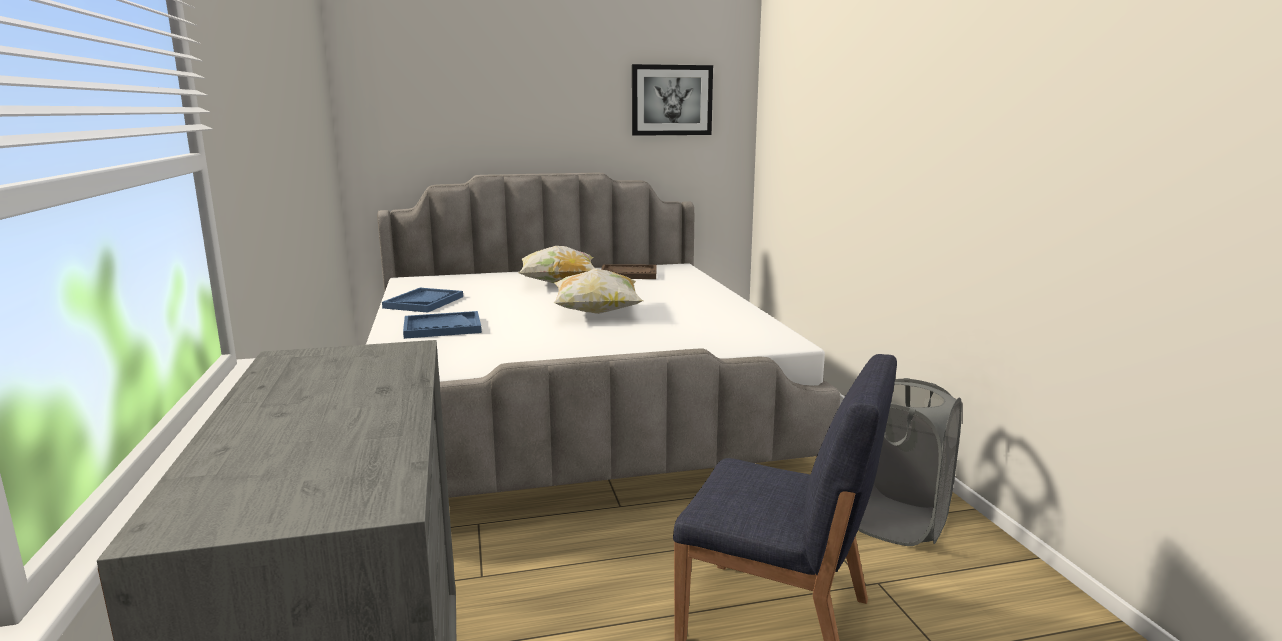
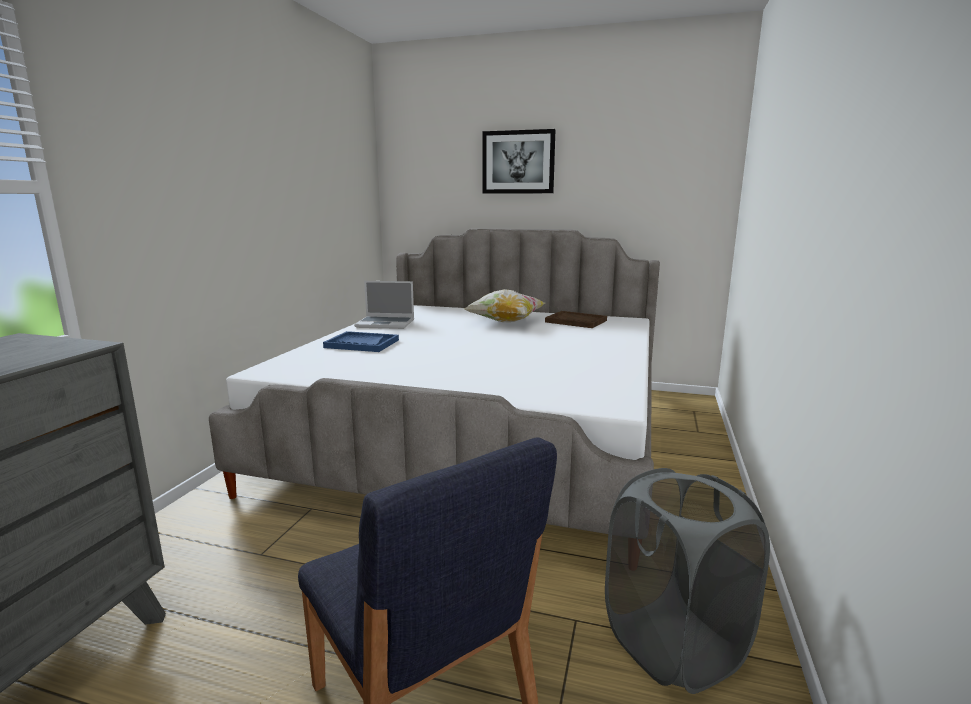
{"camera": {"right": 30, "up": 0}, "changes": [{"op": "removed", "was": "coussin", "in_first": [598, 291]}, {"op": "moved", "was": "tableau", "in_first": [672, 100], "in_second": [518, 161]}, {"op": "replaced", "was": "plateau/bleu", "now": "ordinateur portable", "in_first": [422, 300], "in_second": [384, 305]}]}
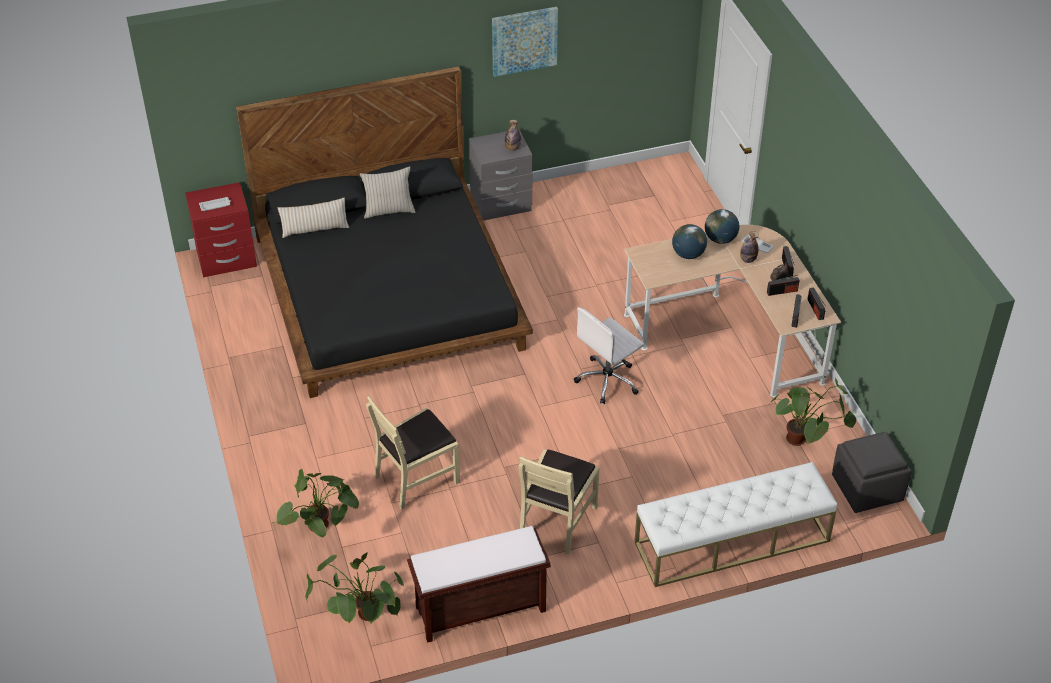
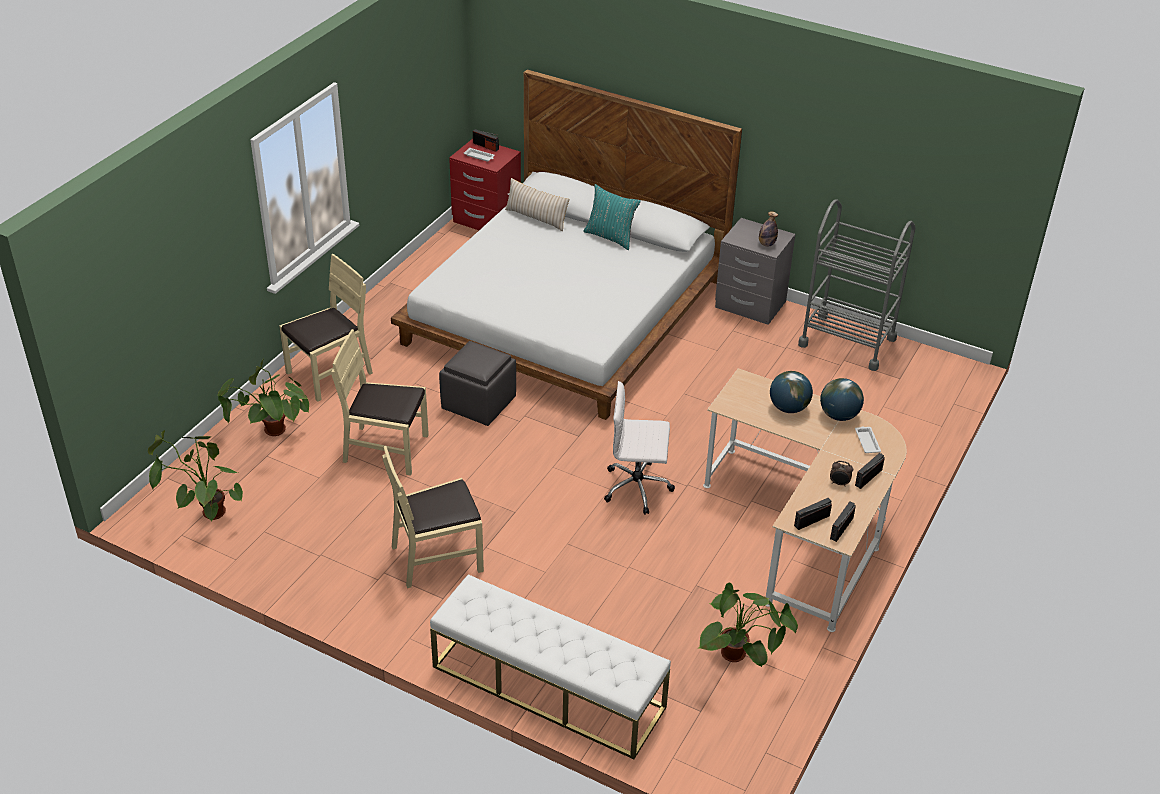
{"camera": {"right": 45, "up": -5}, "changes": [{"op": "removed", "was": "banc/marron", "in_first": [479, 584]}, {"op": "removed", "was": "tableau", "in_first": [525, 42]}, {"op": "removed", "was": "bouteille", "in_first": [749, 247]}, {"op": "added", "now": "chaise/beige", "in_second": [326, 328]}, {"op": "added", "now": "chariot/gris", "in_second": [857, 285]}, {"op": "moved", "was": "radio", "in_first": [783, 285], "in_second": [486, 140]}, {"op": "moved", "was": "pouf/gris", "in_first": [872, 472], "in_second": [477, 383]}, {"op": "recoloured", "was": "lit/noir", "now": "lit/blanc", "in_first": [384, 232], "in_second": [566, 244]}, {"op": "recoloured", "was": "coussin/beige", "now": "coussin/turquoise", "in_first": [387, 192], "in_second": [612, 217]}]}
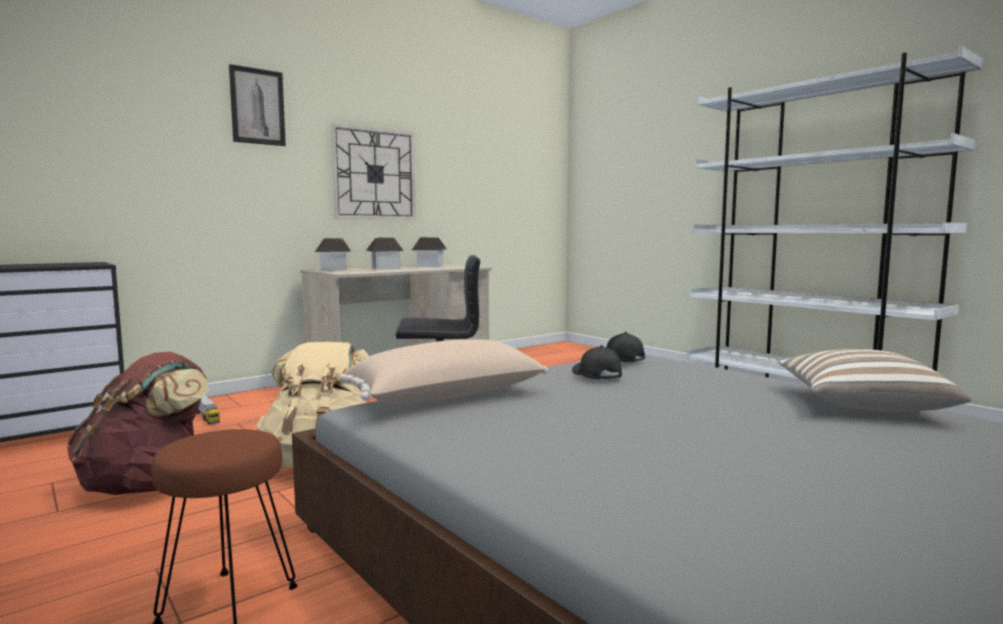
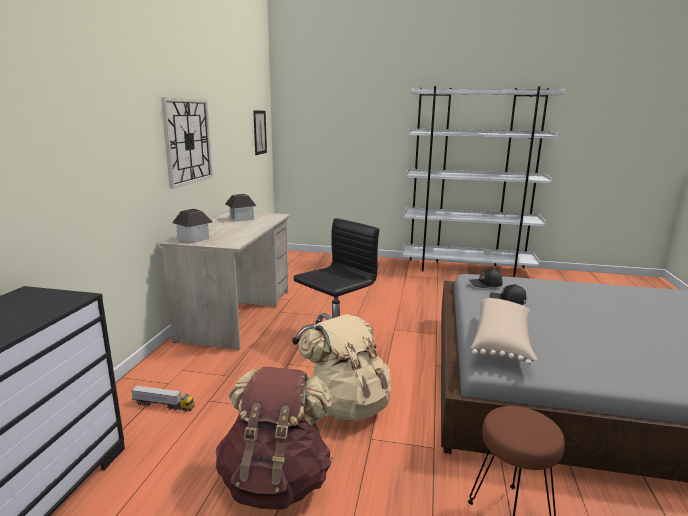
{"camera": {"right": -40, "up": 10}, "changes": [{"op": "removed", "was": "maison miniature", "in_first": [385, 254]}, {"op": "removed", "was": "coussin", "in_first": [875, 380]}, {"op": "moved", "was": "tableau", "in_first": [257, 105], "in_second": [260, 133]}]}
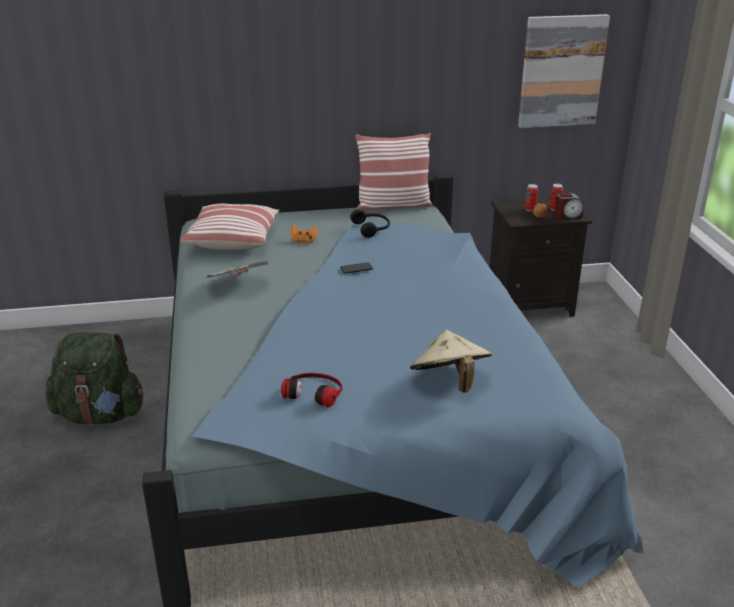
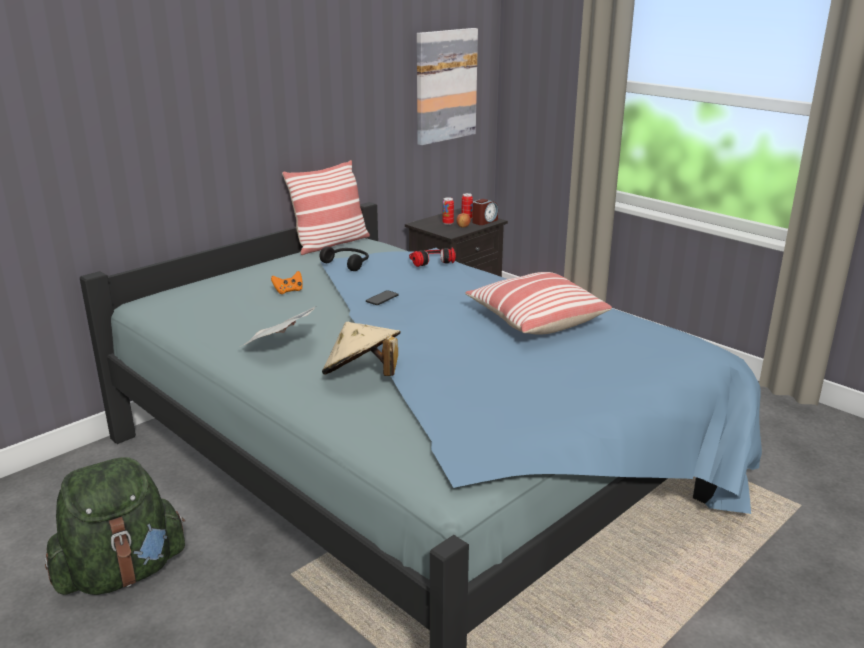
{"camera": {"right": -35, "up": -5}, "changes": [{"op": "moved", "was": "coussin", "in_first": [230, 227], "in_second": [538, 303]}, {"op": "moved", "was": "casque audio", "in_first": [311, 390], "in_second": [432, 257]}, {"op": "moved", "was": "chapeau/beige", "in_first": [451, 361], "in_second": [361, 349]}]}
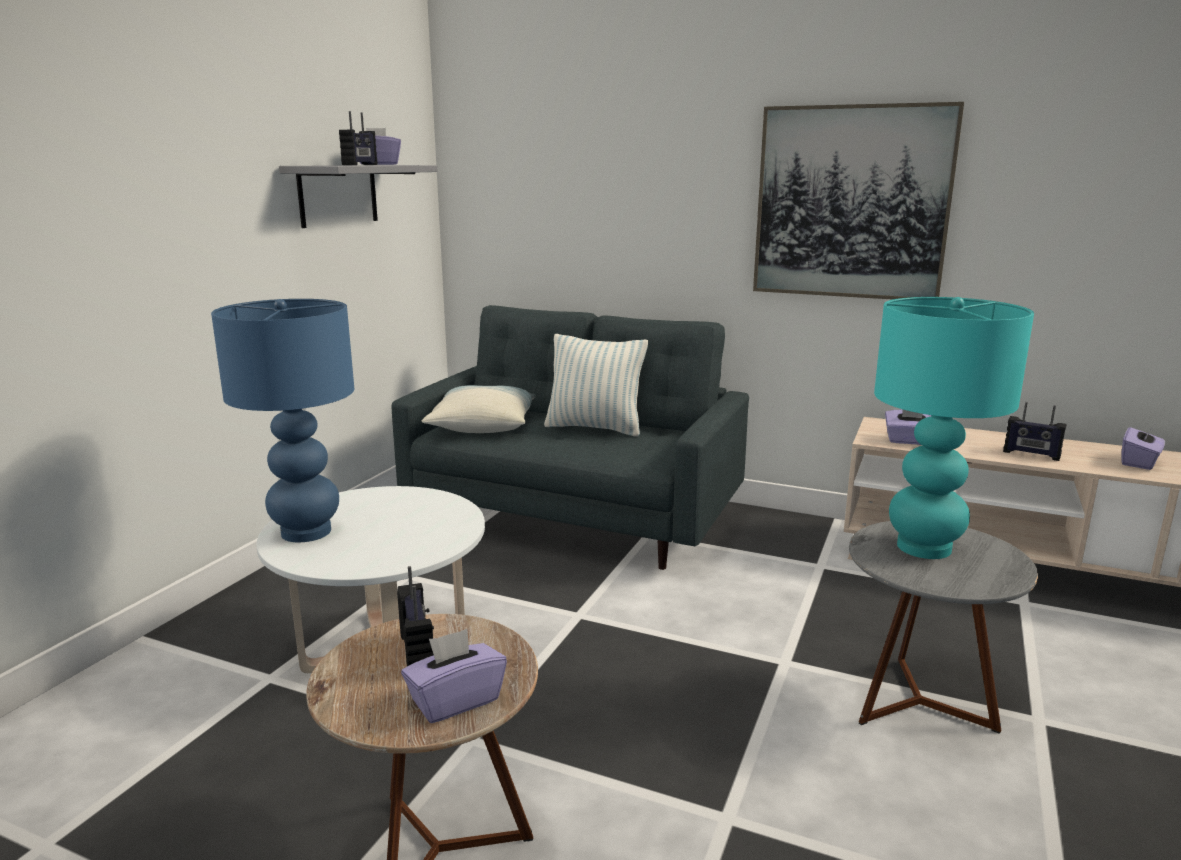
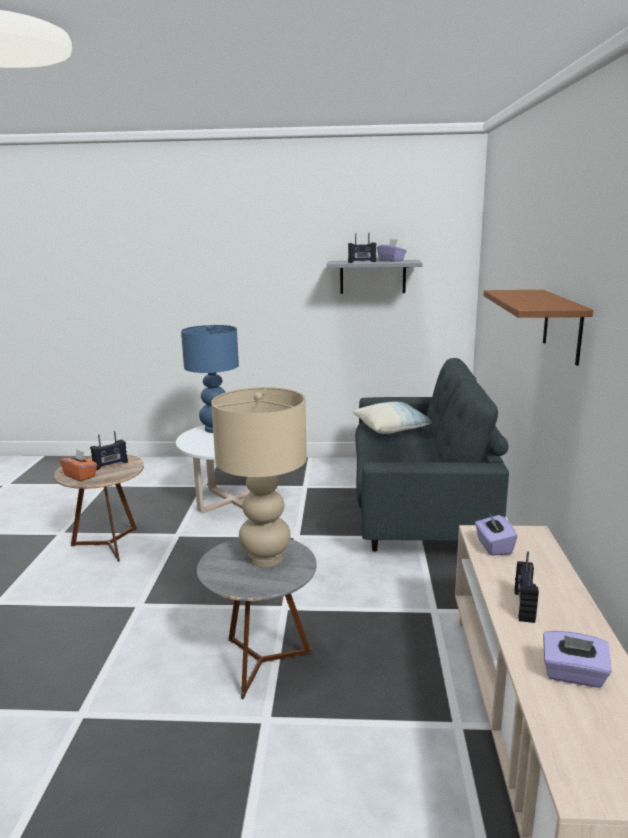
{"camera": {"right": 70, "up": 0}, "changes": [{"op": "removed", "was": "coussin", "in_first": [596, 385]}, {"op": "replaced", "was": "tableau", "now": "étagère/marron", "in_first": [858, 200], "in_second": [538, 328]}, {"op": "recoloured", "was": "boîte à mouchoirs/violet", "now": "boîte à mouchoirs/orange", "in_first": [454, 676], "in_second": [78, 466]}, {"op": "recoloured", "was": "lampe de table/turquoise", "now": "lampe de table/beige", "in_first": [954, 428], "in_second": [259, 477]}]}
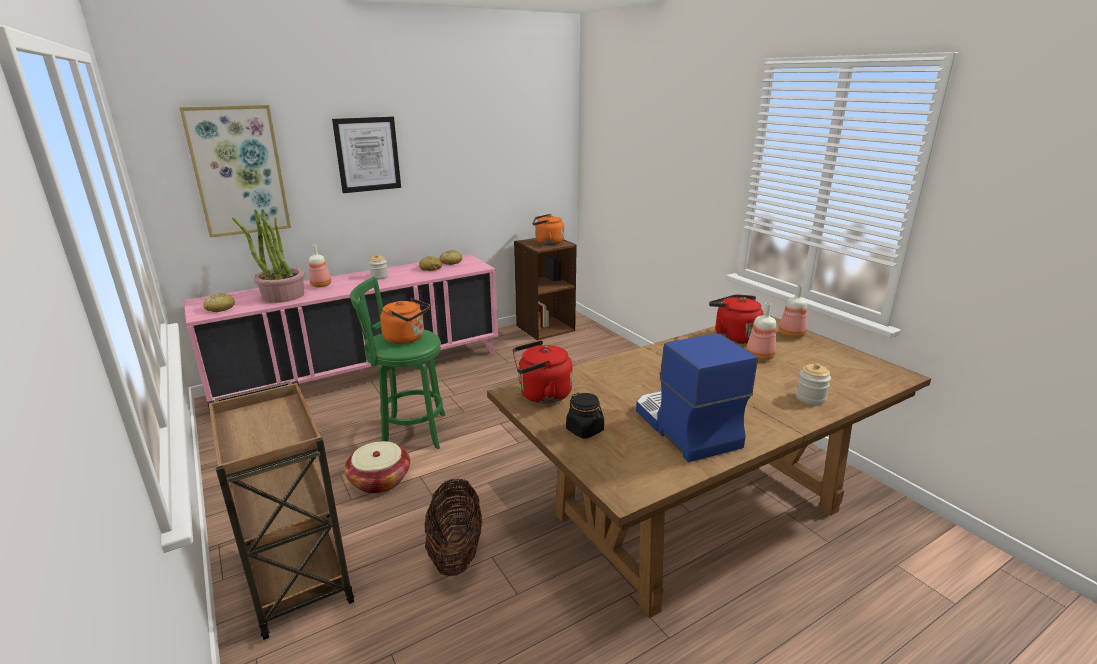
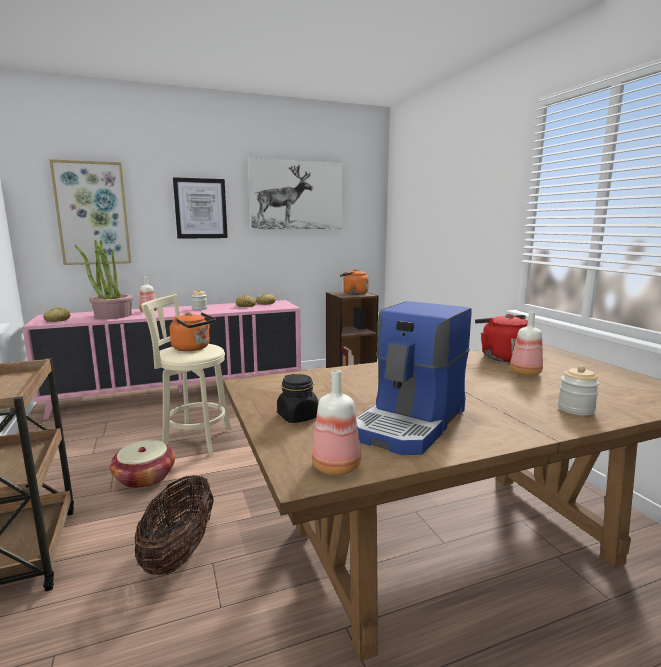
{"camera": {"right": 10, "up": -10}, "changes": [{"op": "removed", "was": "bouilloire/rouge", "in_first": [543, 372]}, {"op": "added", "now": "tableau", "in_second": [295, 194]}, {"op": "moved", "was": "bouteille", "in_first": [793, 311], "in_second": [336, 422]}, {"op": "recoloured", "was": "tabouret/vert", "now": "tabouret/beige", "in_first": [398, 362], "in_second": [186, 375]}, {"op": "turned", "was": "machine à café", "in_first": [697, 398], "in_second": [414, 378], "clockwise": -135}]}
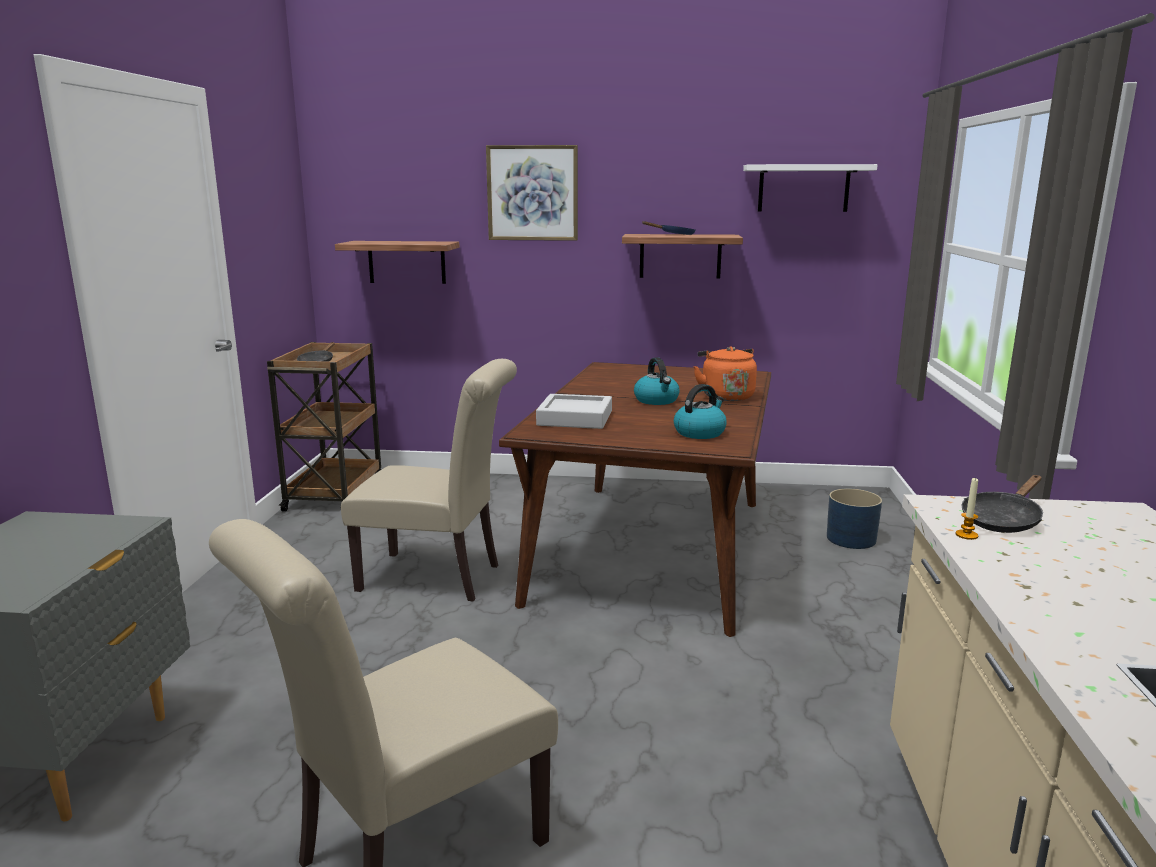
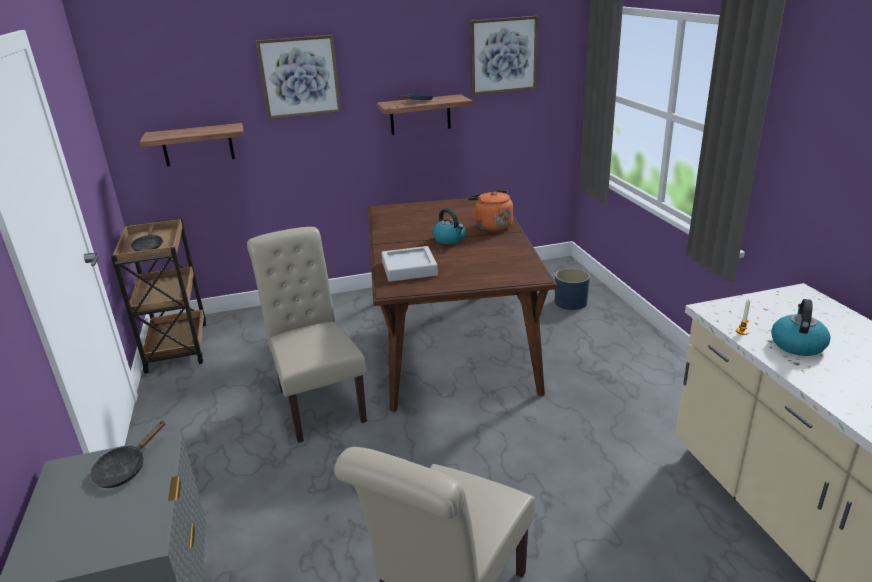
{"camera": {"right": -20, "up": 10}, "changes": [{"op": "moved", "was": "bouilloire", "in_first": [700, 411], "in_second": [801, 327]}, {"op": "moved", "was": "poêle/noir", "in_first": [1002, 504], "in_second": [127, 454]}, {"op": "replaced", "was": "étagère/blanc", "now": "tableau", "in_first": [810, 188], "in_second": [504, 55]}, {"op": "turned", "was": "chaise/beige", "in_first": [429, 480], "in_second": [307, 335], "clockwise": -105}]}
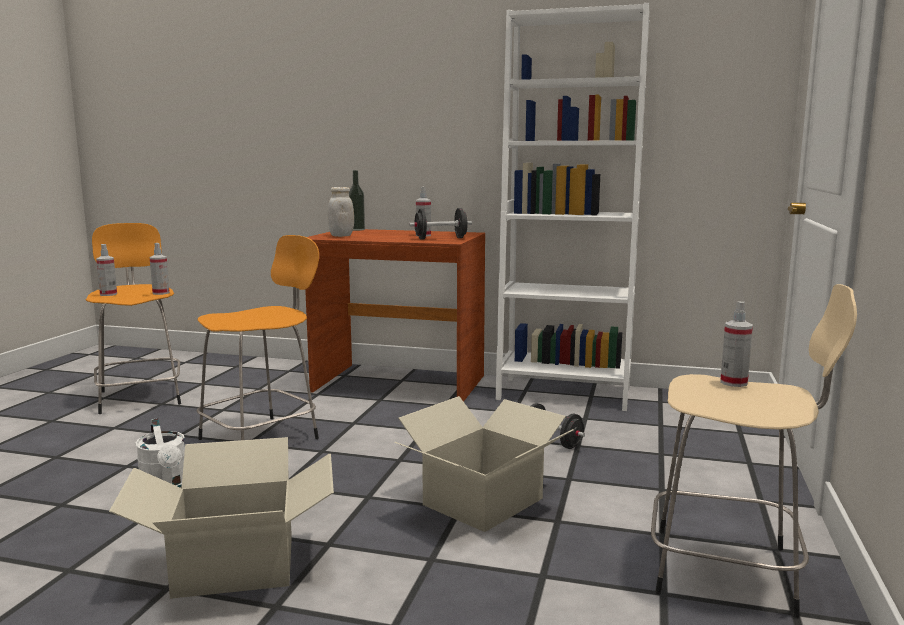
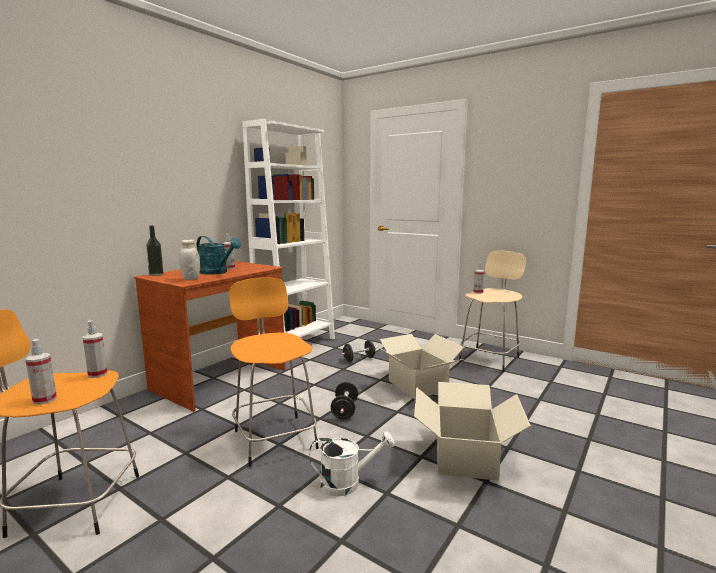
{"camera": {"right": -70, "up": 0}, "changes": [{"op": "added", "now": "arrosoir/turquoise", "in_second": [219, 255]}, {"op": "moved", "was": "haltère/noir", "in_first": [440, 223], "in_second": [344, 400]}]}
